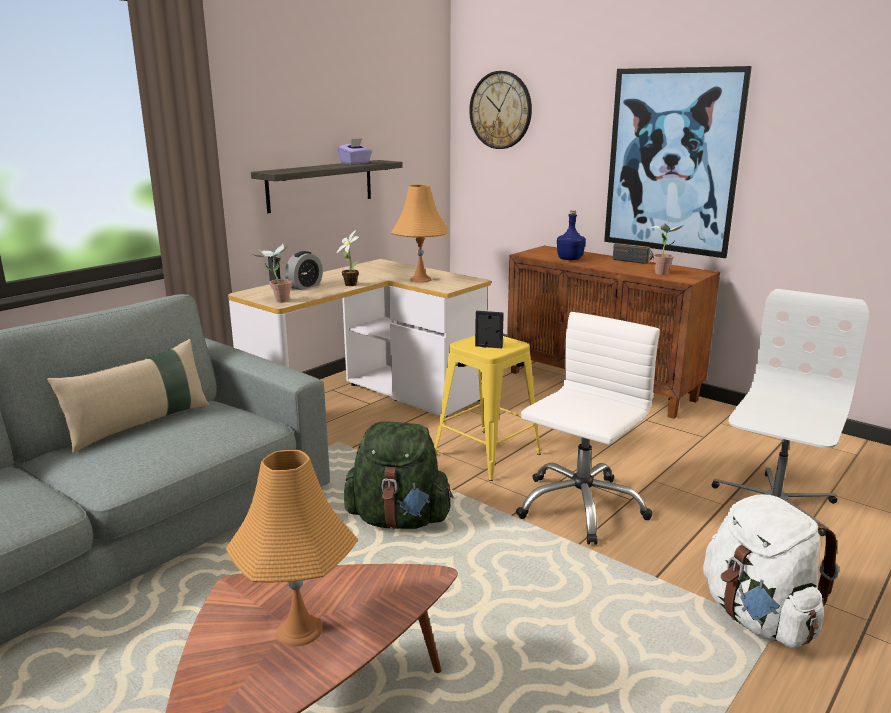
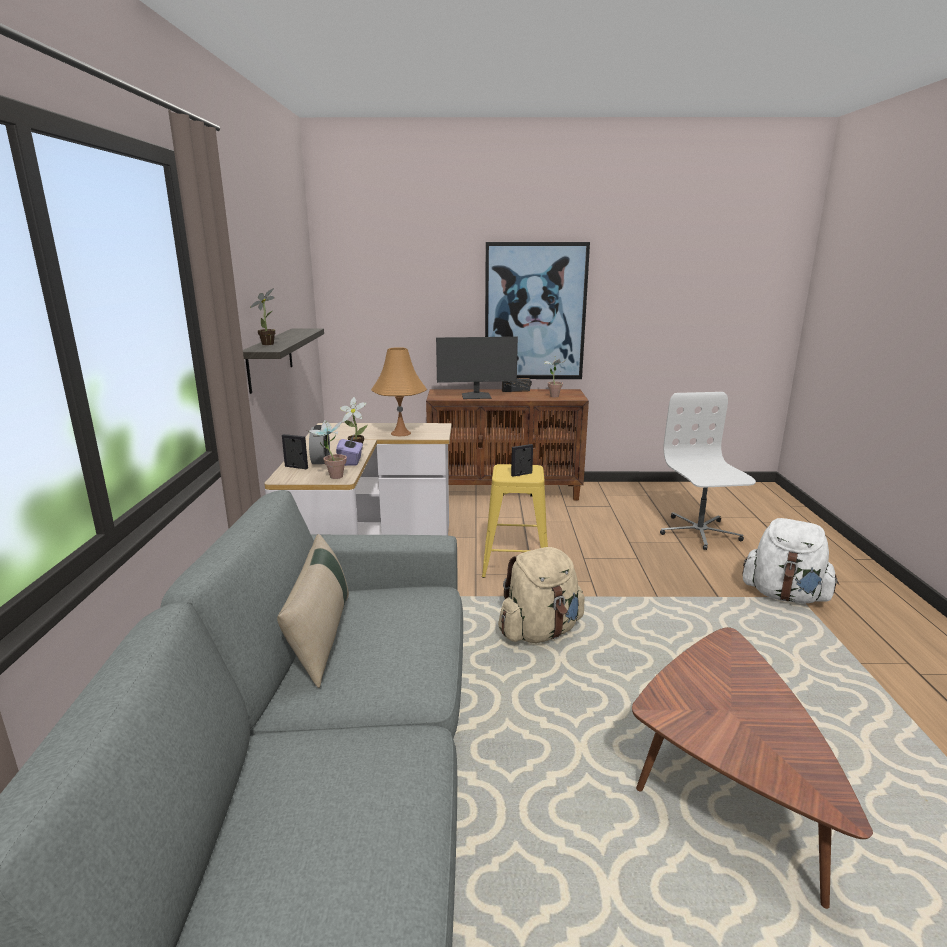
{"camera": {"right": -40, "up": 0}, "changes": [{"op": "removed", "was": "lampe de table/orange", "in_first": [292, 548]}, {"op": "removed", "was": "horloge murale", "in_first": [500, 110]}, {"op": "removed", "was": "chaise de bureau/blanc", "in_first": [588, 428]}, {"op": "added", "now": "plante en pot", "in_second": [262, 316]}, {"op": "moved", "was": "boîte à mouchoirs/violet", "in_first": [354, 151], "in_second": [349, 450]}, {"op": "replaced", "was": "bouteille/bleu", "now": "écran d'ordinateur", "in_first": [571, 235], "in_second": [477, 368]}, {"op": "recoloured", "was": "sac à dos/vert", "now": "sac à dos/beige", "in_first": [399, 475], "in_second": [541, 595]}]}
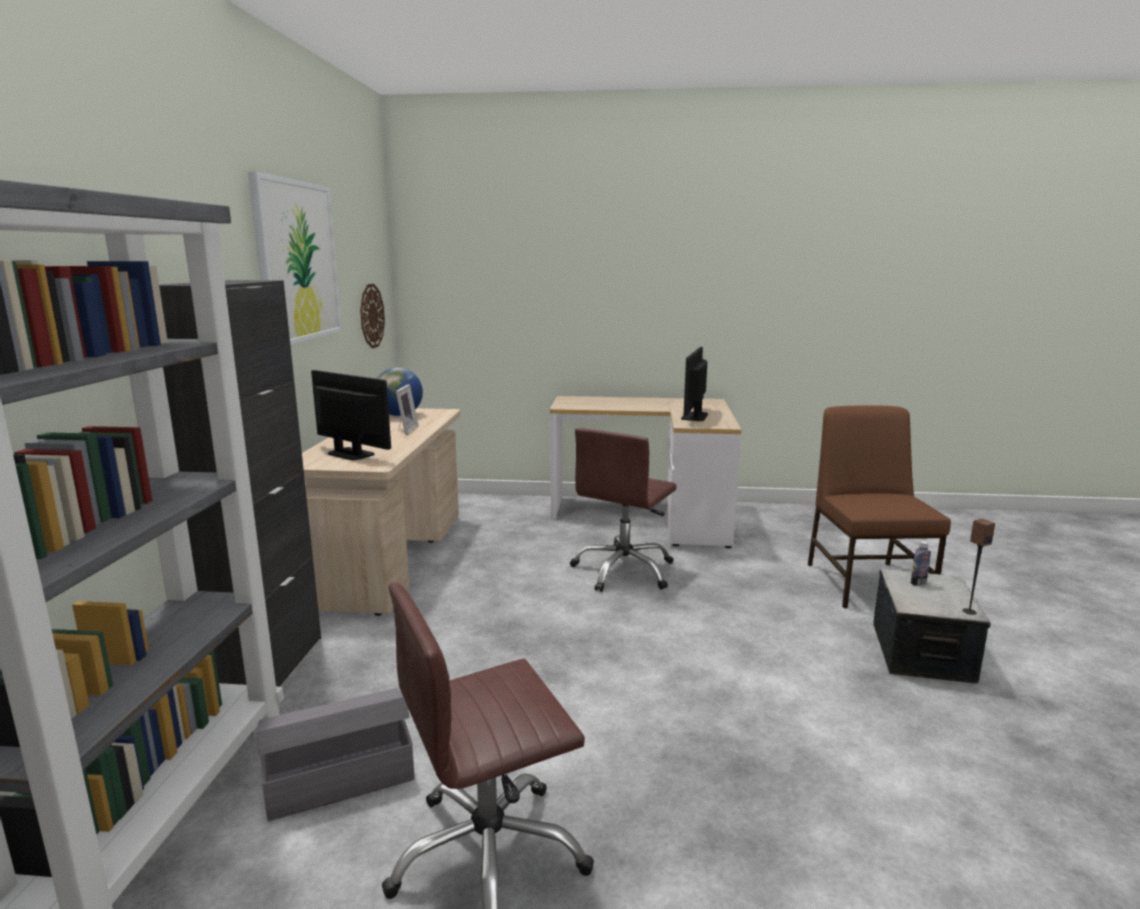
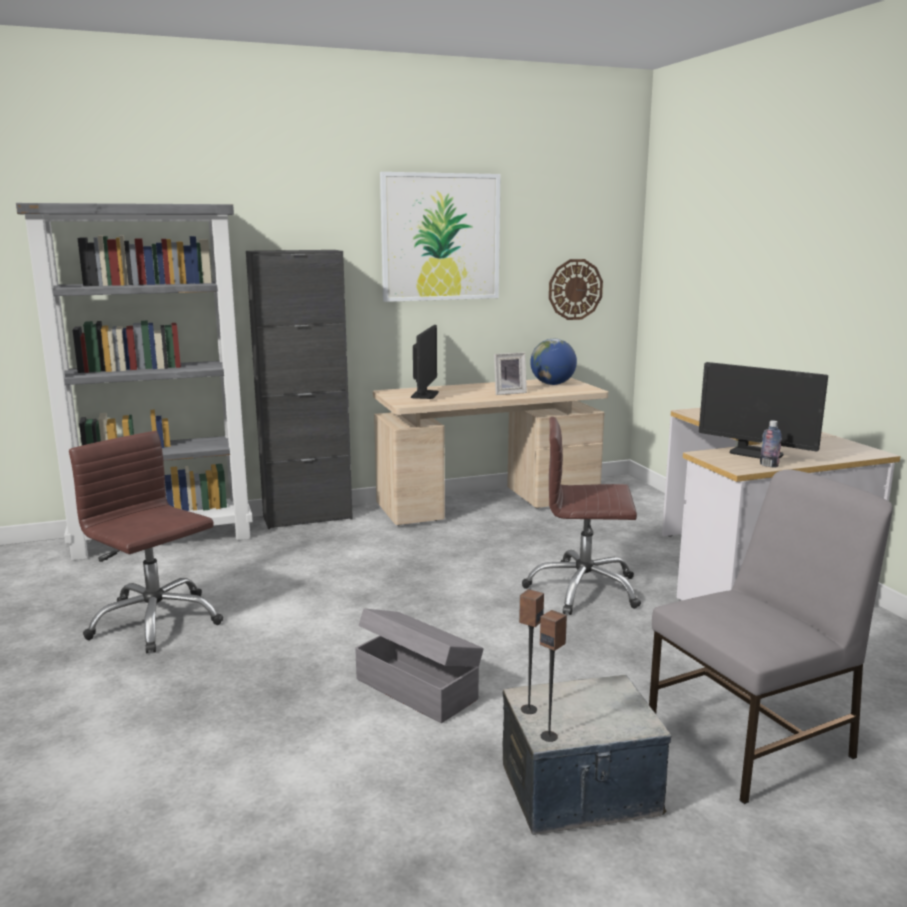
{"camera": {"right": 65, "up": 0}, "changes": [{"op": "added", "now": "enceinte", "in_second": [531, 651]}, {"op": "moved", "was": "boîte de rangement/gris", "in_first": [335, 754], "in_second": [419, 665]}, {"op": "moved", "was": "bouteille", "in_first": [920, 563], "in_second": [771, 444]}, {"op": "recoloured", "was": "chaise/marron", "now": "chaise/gris", "in_first": [879, 507], "in_second": [771, 636]}, {"op": "turned", "was": "écran d'ordinateur", "in_first": [694, 384], "in_second": [763, 410], "clockwise": -135}]}
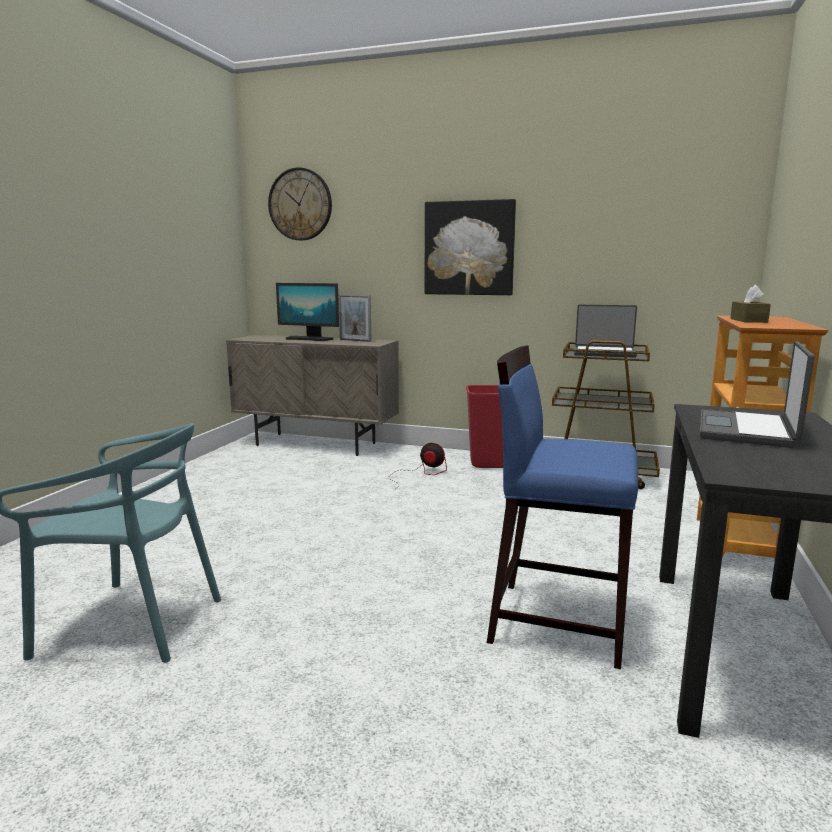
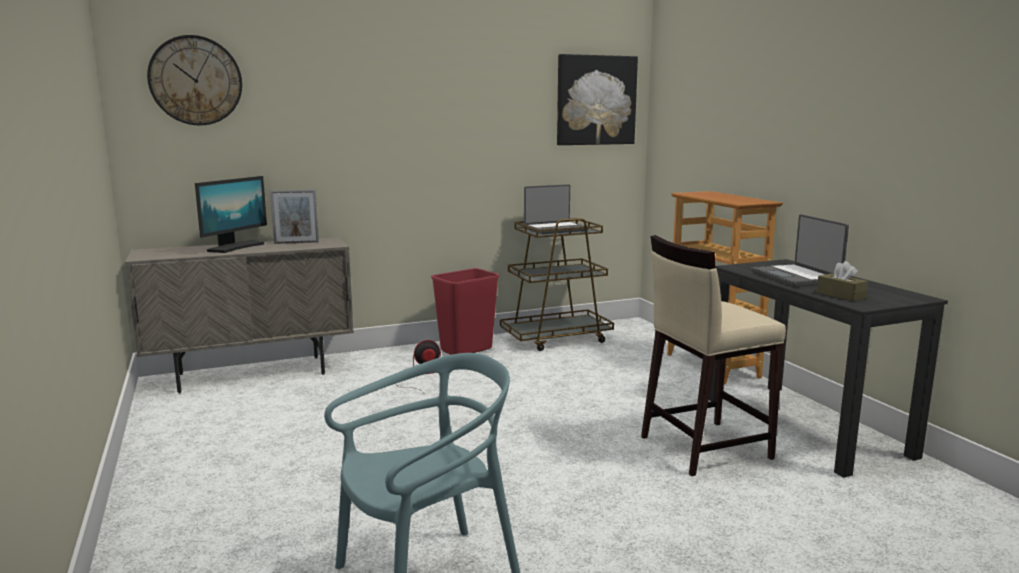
{"camera": {"right": -40, "up": 0}, "changes": [{"op": "moved", "was": "tableau", "in_first": [470, 247], "in_second": [597, 99]}, {"op": "moved", "was": "boîte à mouchoirs/marron", "in_first": [750, 304], "in_second": [842, 281]}, {"op": "recoloured", "was": "tabouret/bleu", "now": "tabouret/beige", "in_first": [562, 507], "in_second": [713, 355]}, {"op": "turned", "was": "écran d'ordinateur", "in_first": [307, 312], "in_second": [231, 214], "clockwise": -45}]}
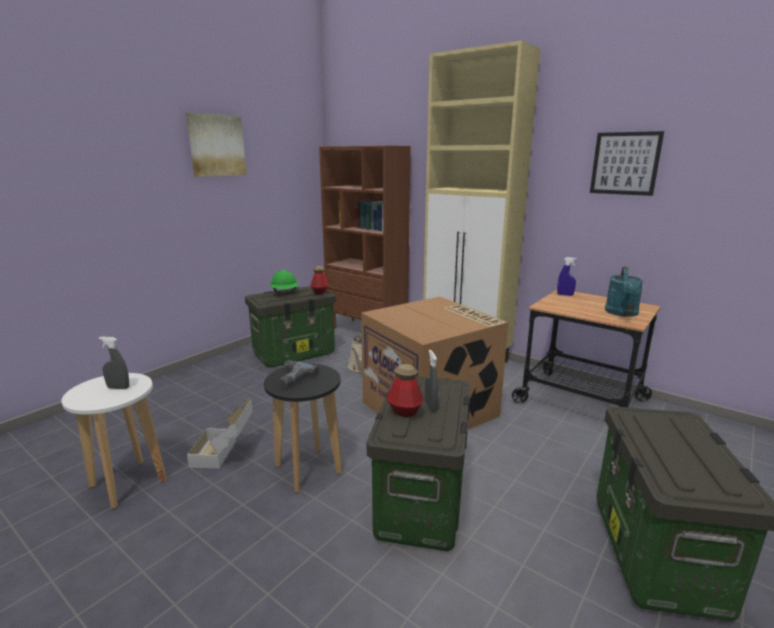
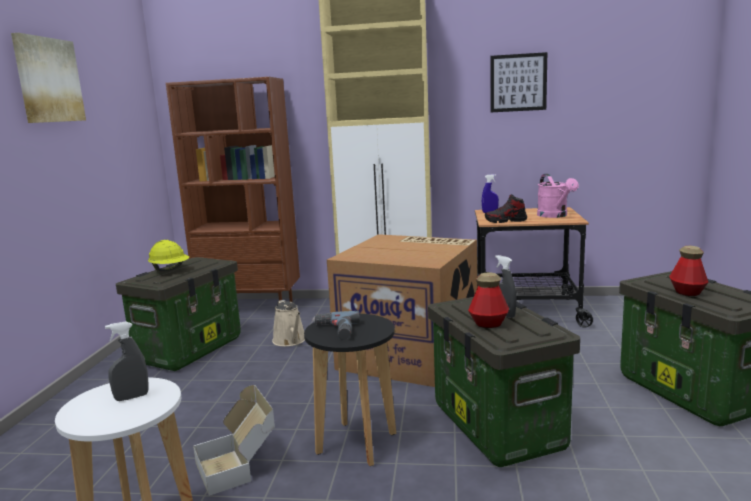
{"camera": {"right": -30, "up": -5}, "changes": [{"op": "added", "now": "chaussure", "in_second": [506, 208]}, {"op": "moved", "was": "bouteille", "in_first": [319, 280], "in_second": [689, 271]}, {"op": "recoloured", "was": "casque de chantier/vert", "now": "casque de chantier/jaune", "in_first": [284, 281], "in_second": [168, 255]}, {"op": "recoloured", "was": "arrosoir/turquoise", "now": "arrosoir/rose", "in_first": [624, 291], "in_second": [558, 196]}]}
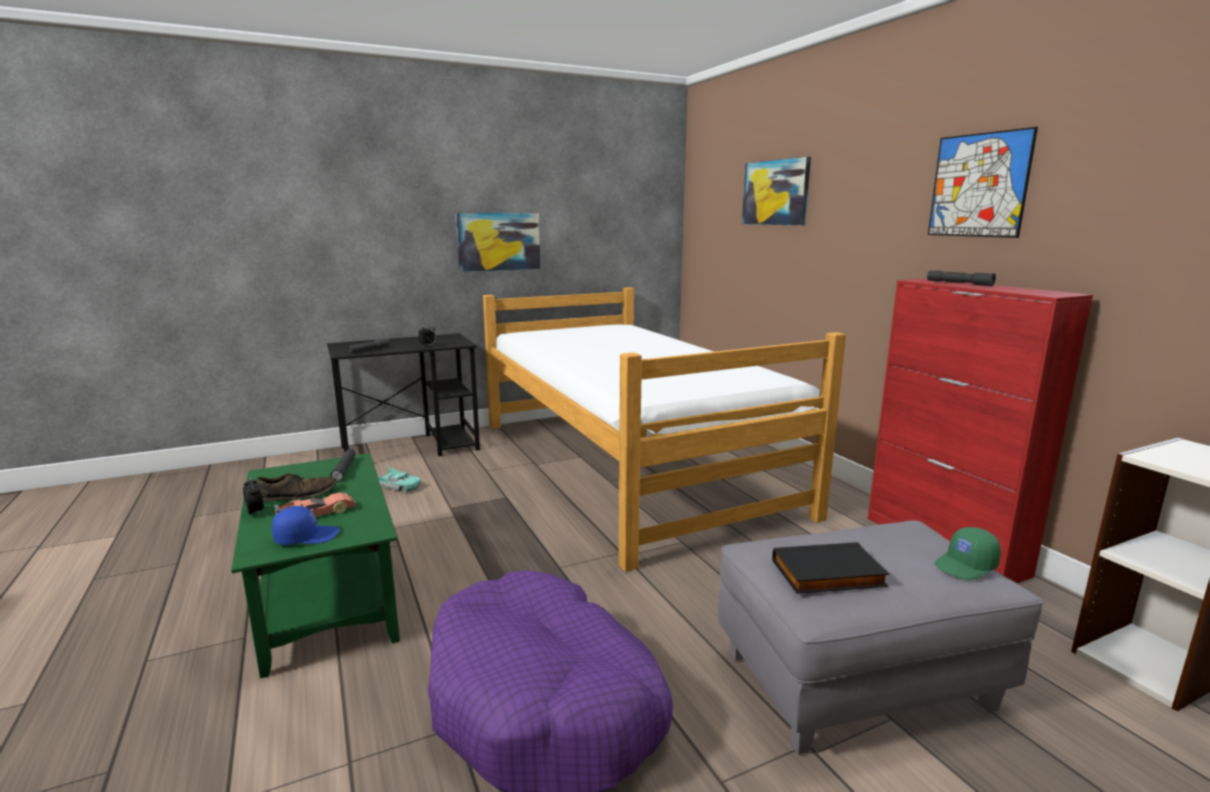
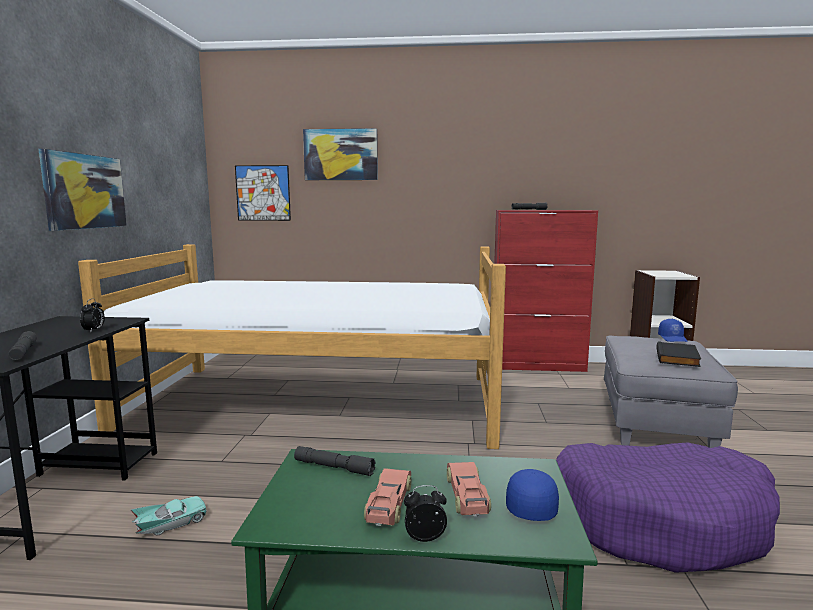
{"camera": {"right": -60, "up": -5}, "changes": [{"op": "moved", "was": "tableau", "in_first": [983, 182], "in_second": [263, 193]}, {"op": "replaced", "was": "chaussure/marron", "now": "petite voiture", "in_first": [296, 487], "in_second": [387, 497]}, {"op": "recoloured", "was": "casquette/vert", "now": "casquette/bleu", "in_first": [967, 553], "in_second": [673, 330]}]}
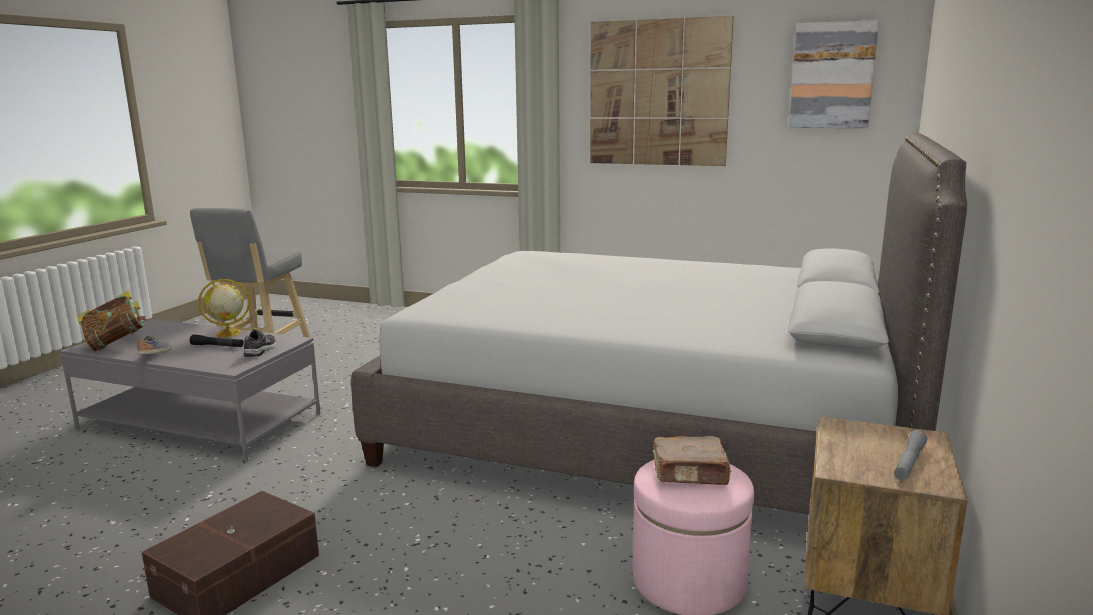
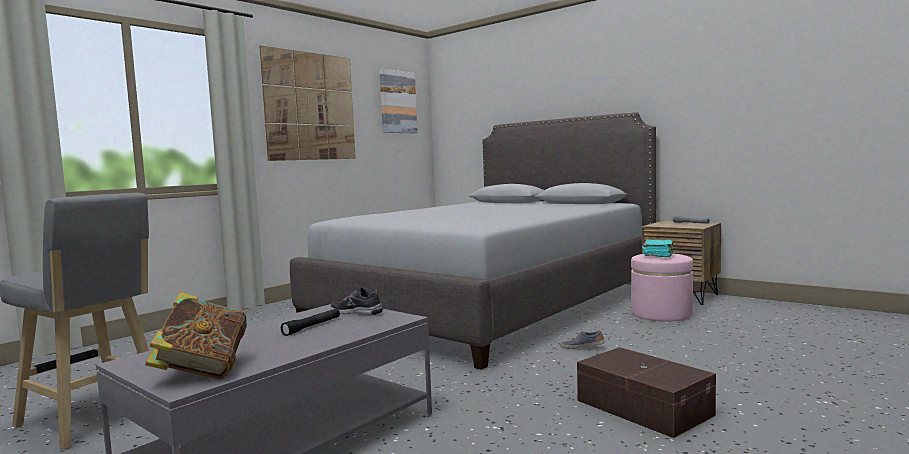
{"camera": {"right": -70, "up": -10}, "changes": [{"op": "removed", "was": "globe", "in_first": [224, 308]}, {"op": "moved", "was": "chaussure", "in_first": [154, 345], "in_second": [582, 339]}, {"op": "recoloured", "was": "livre/marron", "now": "livre/turquoise", "in_first": [692, 460], "in_second": [657, 248]}]}
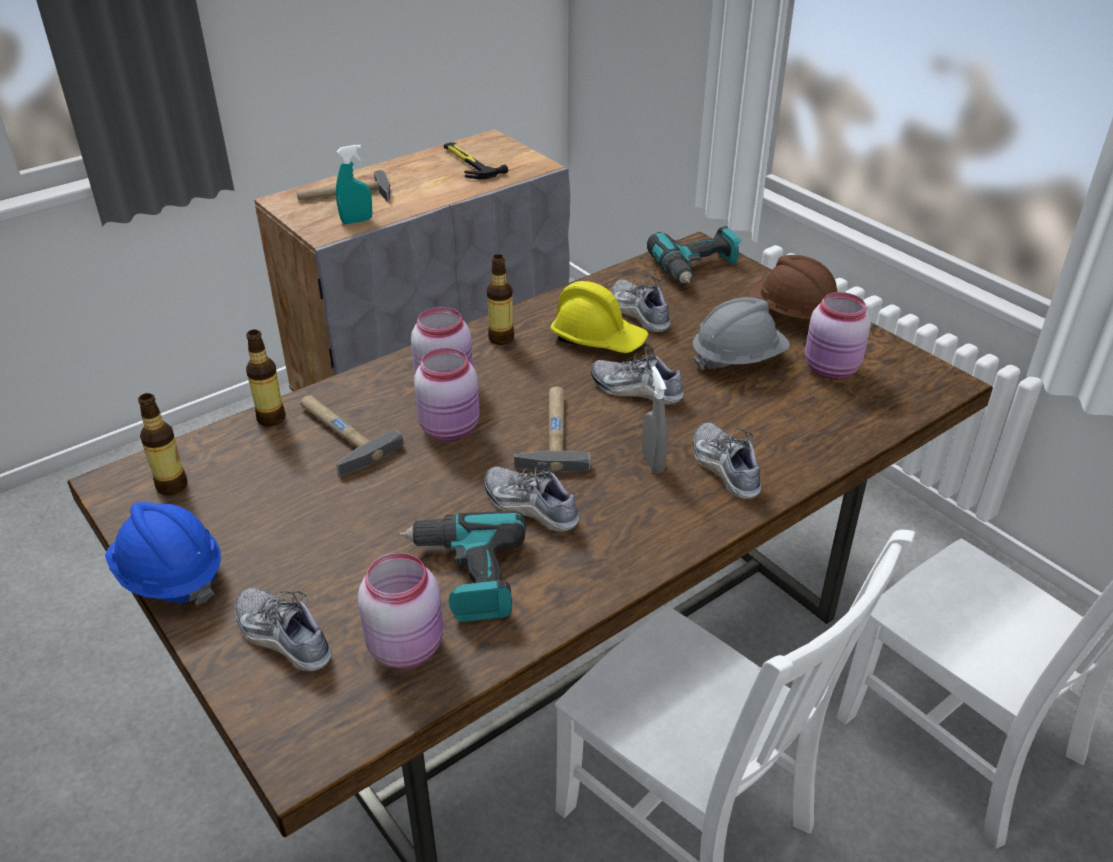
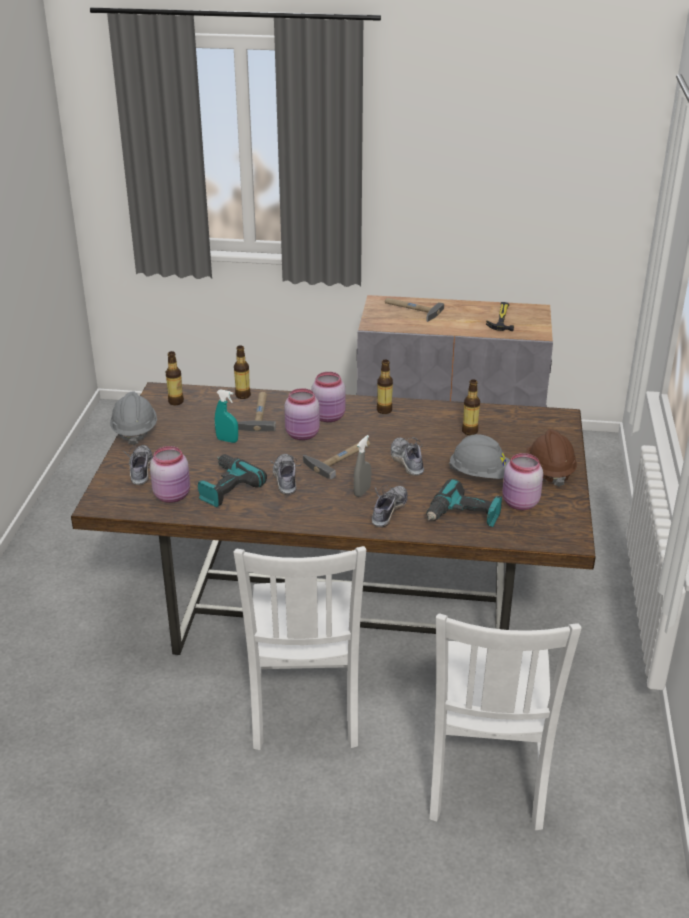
{"camera": {"right": 45, "up": -5}, "changes": [{"op": "removed", "was": "casque de chantier/jaune", "in_first": [599, 317]}, {"op": "moved", "was": "vaporisateur/turquoise", "in_first": [354, 184], "in_second": [226, 416]}, {"op": "moved", "was": "perceuse", "in_first": [694, 255], "in_second": [464, 503]}, {"op": "replaced", "was": "chaussure", "now": "bouteille", "in_first": [640, 303], "in_second": [471, 407]}, {"op": "recoloured", "was": "casque de chantier/bleu", "now": "casque de chantier/gris", "in_first": [163, 553], "in_second": [133, 418]}]}
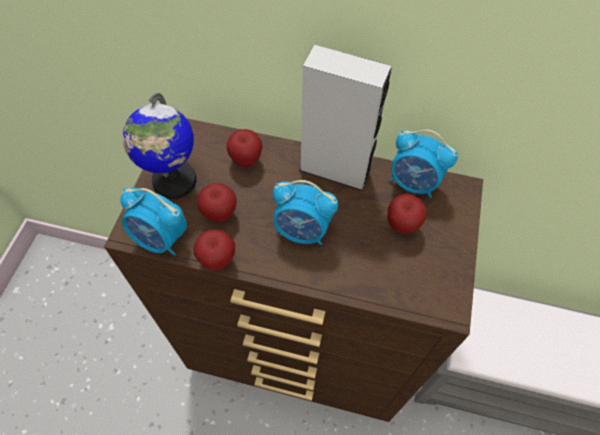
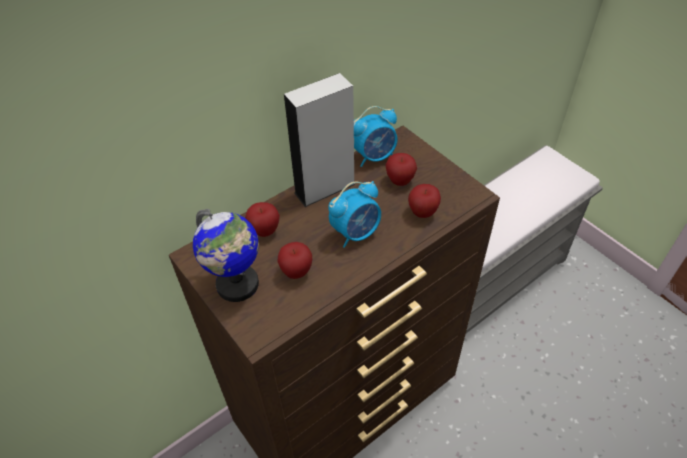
{"camera": {"right": -50, "up": -10}, "changes": [{"op": "removed", "was": "réveil", "in_first": [154, 221]}, {"op": "moved", "was": "pomme", "in_first": [214, 249], "in_second": [424, 201]}]}
